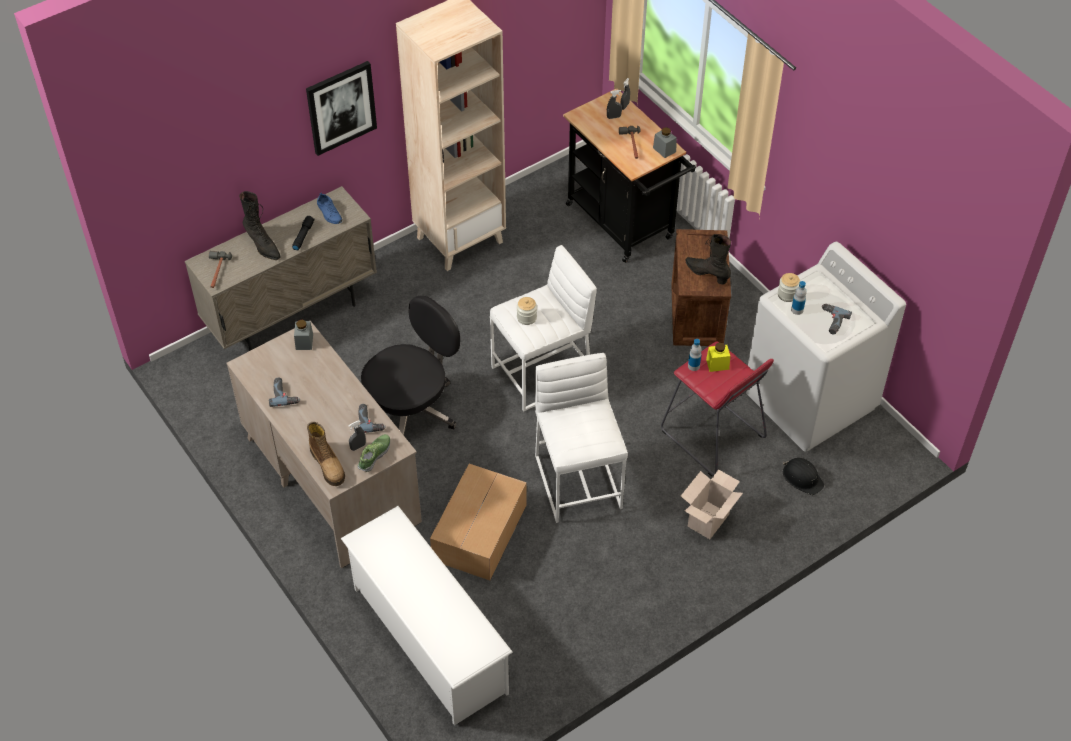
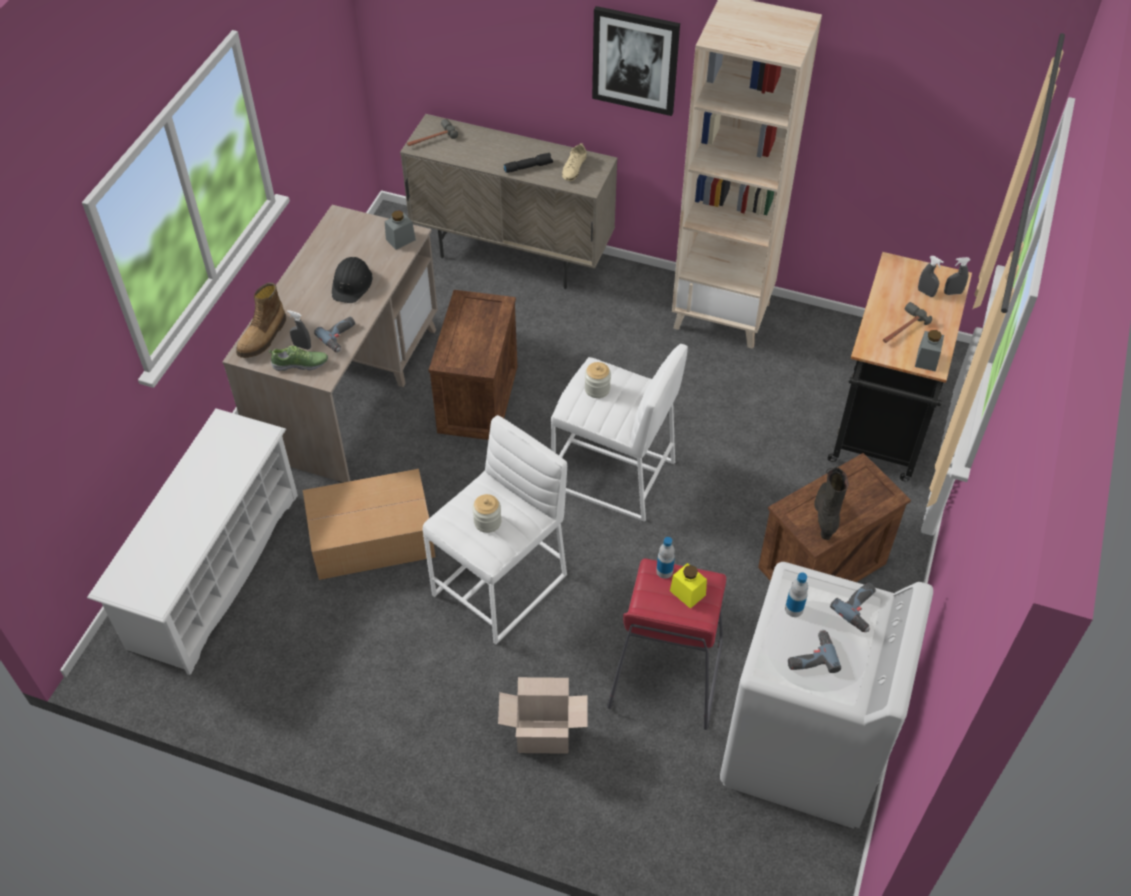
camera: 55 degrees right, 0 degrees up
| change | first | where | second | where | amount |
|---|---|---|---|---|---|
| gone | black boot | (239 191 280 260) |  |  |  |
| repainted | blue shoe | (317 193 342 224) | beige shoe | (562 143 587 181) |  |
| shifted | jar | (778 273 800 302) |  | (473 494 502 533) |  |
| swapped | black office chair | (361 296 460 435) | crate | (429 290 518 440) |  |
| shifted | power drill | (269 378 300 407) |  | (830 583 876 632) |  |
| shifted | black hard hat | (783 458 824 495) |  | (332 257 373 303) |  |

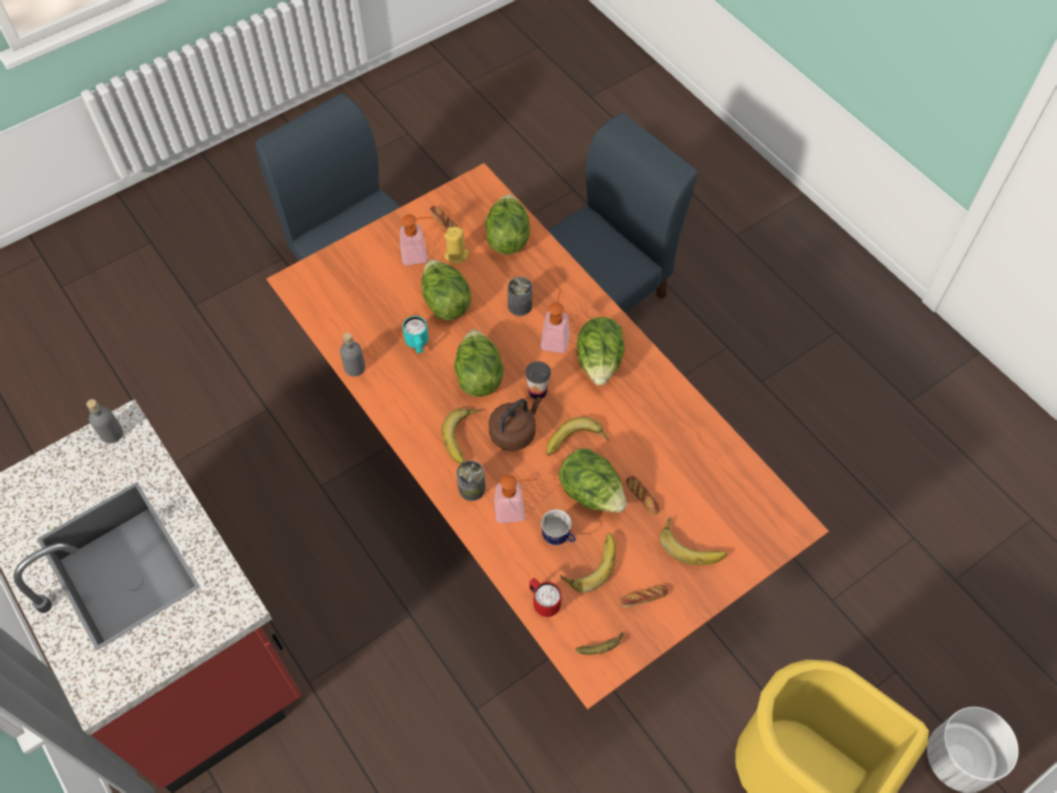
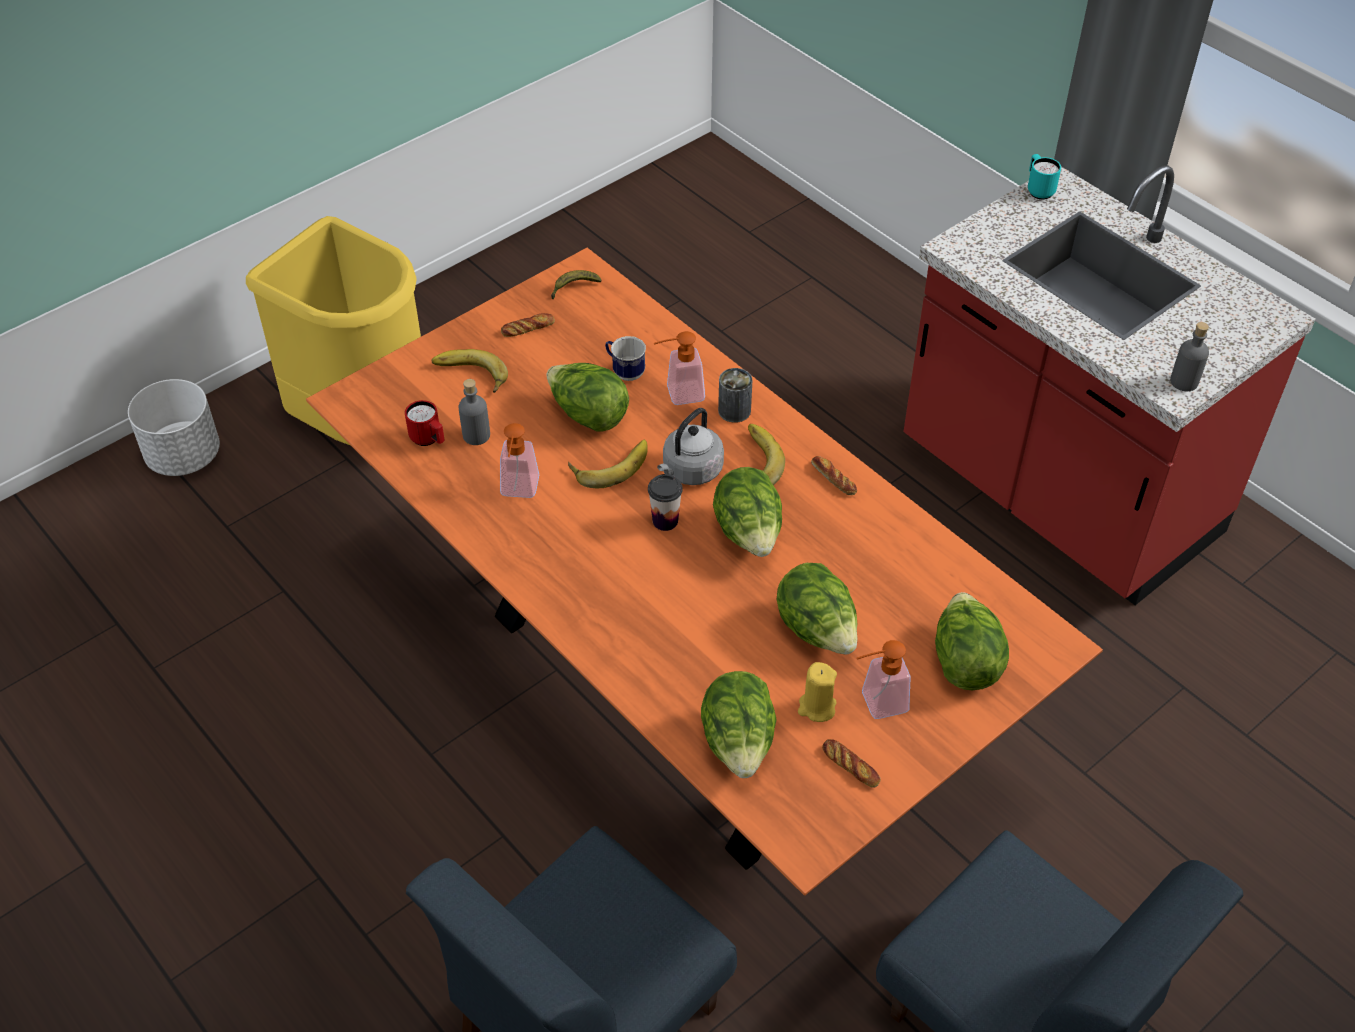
camera: 175 degrees right, 10 degrees down
| change | first | where | second | where | amount |
|---|---|---|---|---|---|
| gone | can | (508 277 532 316) |  |  |  |
| shifted | soap dispenser | (541 289 569 353) |  | (500 423 539 498) |  |
| shifted | turquoise mug | (403 316 428 353) |  | (1028 154 1061 200) |  |
| shifted | lettuce | (577 317 625 385) |  | (935 592 1009 690) |  |
| shifted | grey bottle | (340 333 365 376) |  | (459 379 490 445) |  |
| repainted | brown kettle | (489 397 542 451) | grey kettle | (657 408 724 485) |  |
| shifted | bread | (626 476 660 515) |  | (811 456 857 495) |  |
| gone | banana | (560 533 616 592) |  |  |  |
| shifted | red mug | (529 578 562 617) |  | (405 400 445 446) |  |

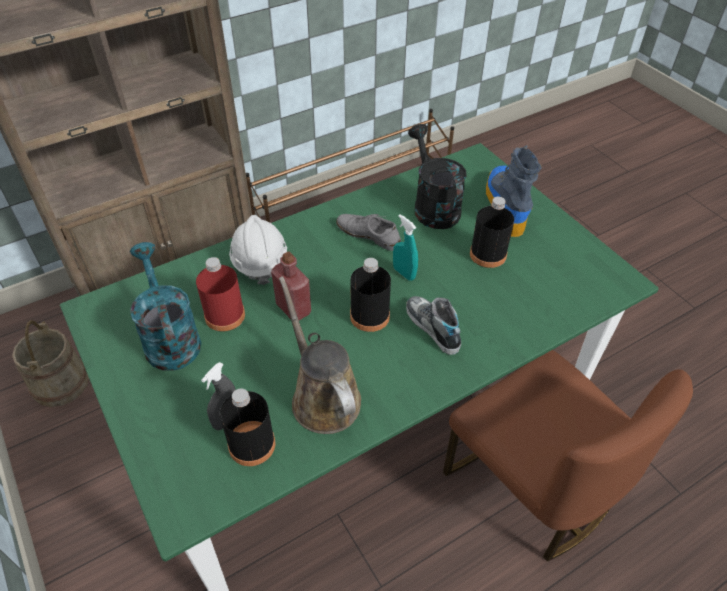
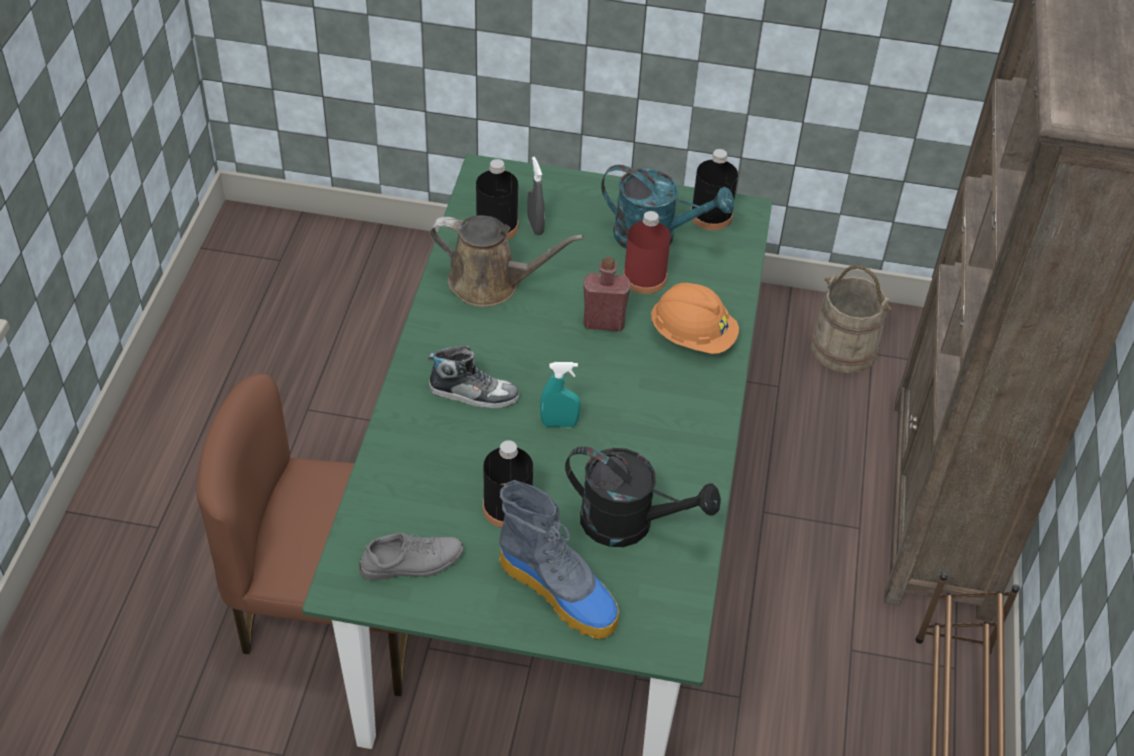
camera: 130 degrees right, 0 degrees up
| change | first | where | second | where | amount |
|---|---|---|---|---|---|
| shifted | grey shoe | (336 214 401 251) |  | (359 533 464 580) |  |
| repainted | white hard hat | (229 215 287 285) | orange hard hat | (651 283 739 354) |  |
| shifted | black bottle | (350 258 391 332) |  | (691 149 738 230) |  |

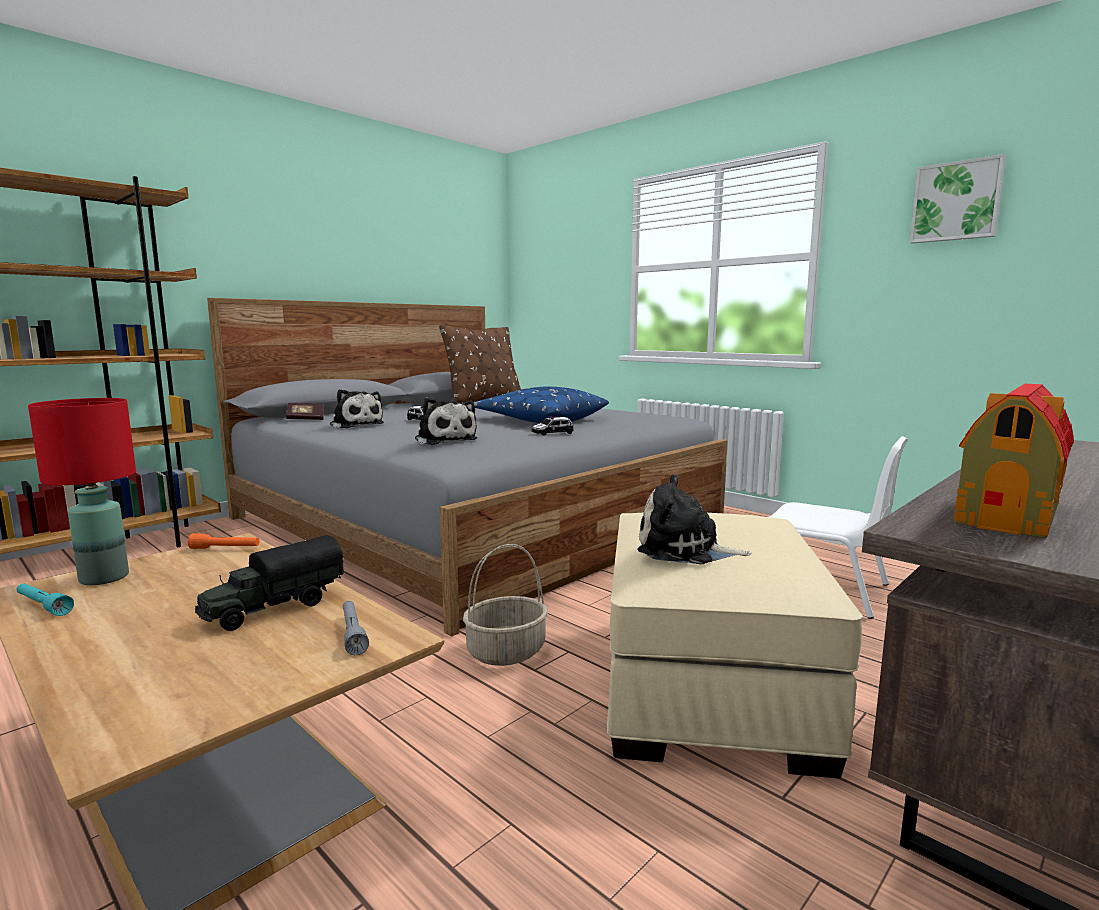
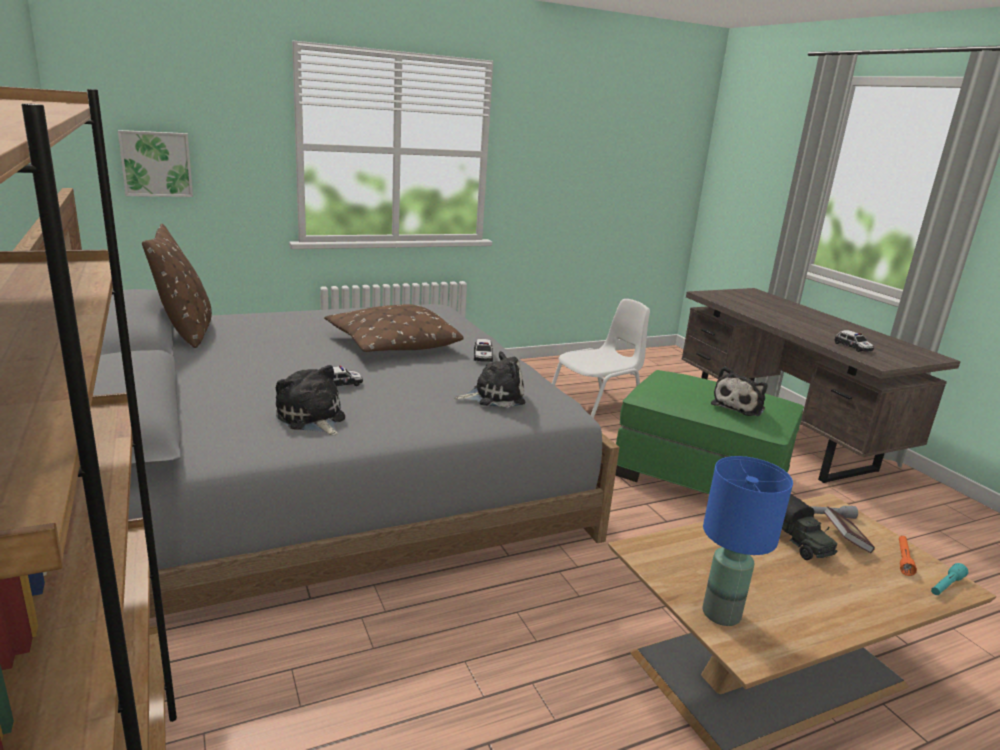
camera: 70 degrees left, 10 degrees up
| change | first | where | second | where | amount |
|---|---|---|---|---|---|
| shifted | picture | (910 154 1006 243) |  | (118 130 193 197) |  |
| swapped | toy house | (954 384 1074 538) | toy car | (834 330 874 352) |  |
| repainted | blue pillow | (473 386 609 423) | brown pillow | (324 304 464 352) |  |
| rotated | plush toy | (330 389 384 428) |  | (276 365 345 435) | 105 degrees counterclockwise |
| repainted | red table lamp | (28 398 136 585) | blue table lamp | (703 456 793 626) |  |
| shifted | book | (286 403 324 420) |  | (823 506 875 553) |  |
| repainted | beige ottoman | (607 513 863 778) | green ottoman | (615 370 804 494) |  |
| shifted | orange flashlight | (188 533 259 549) |  | (899 536 917 576) |  |
| gone | basket | (463 544 548 666) |  |  |  |
| shifted | turquoise flashlight | (16 584 74 616) |  | (931 563 968 595) |  |

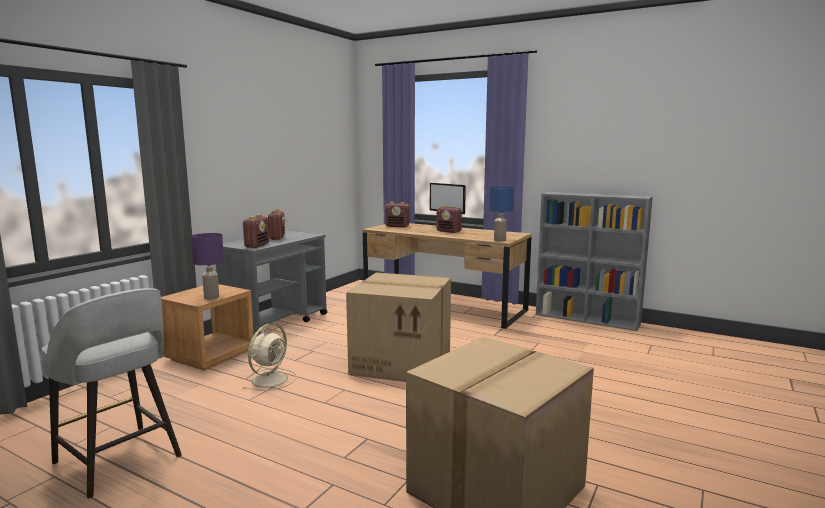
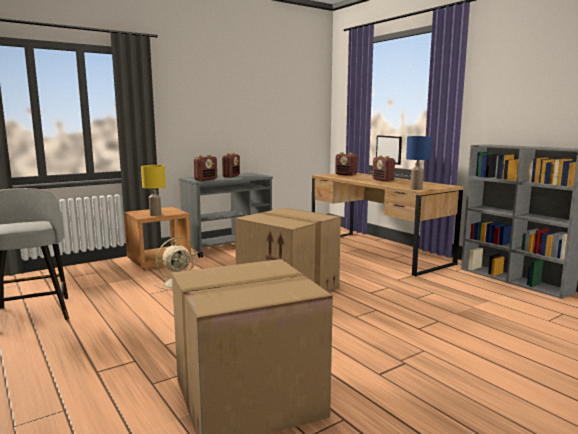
camera: 25 degrees right, 0 degrees up
| change | first | where | second | where | amount |
|---|---|---|---|---|---|
| repainted | purple table lamp | (191 233 224 300) | yellow table lamp | (141 165 166 216) |  |

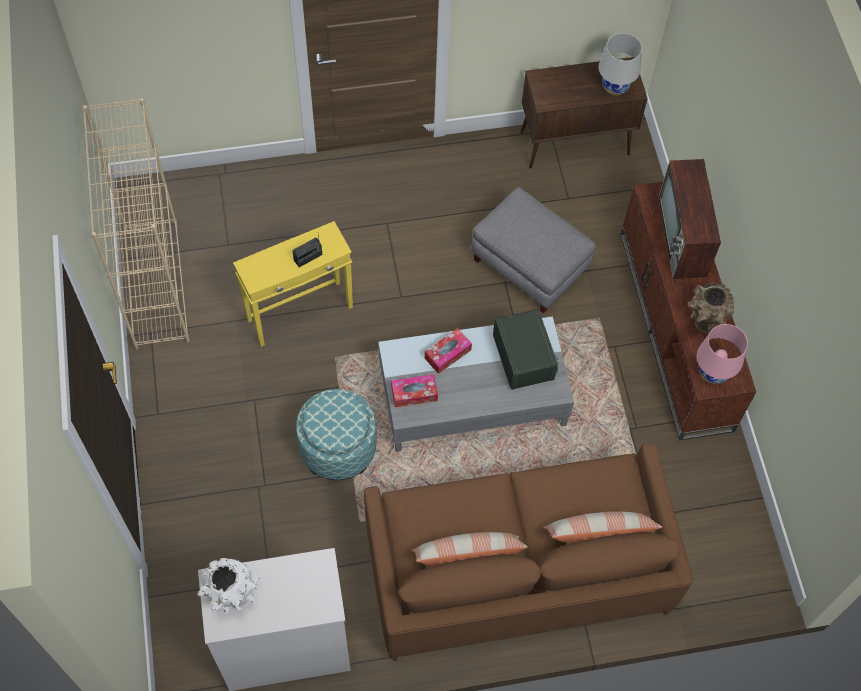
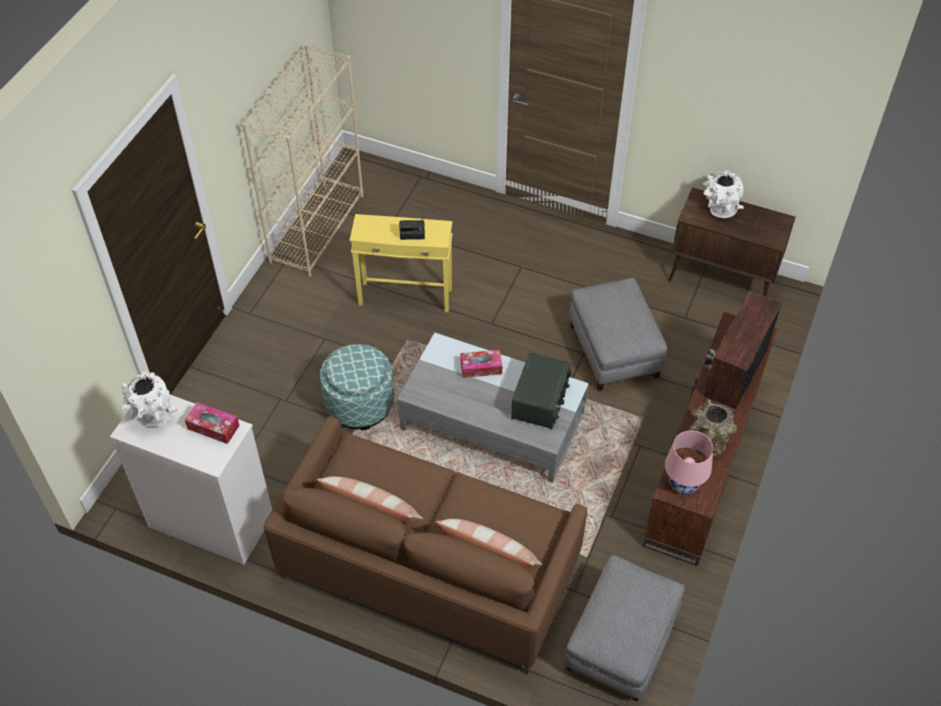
camera: 35 degrees right, 10 degrees down
| change | first | where | second | where | amount |
|---|---|---|---|---|---|
| gone | white table lamp | (599 33 642 96) |  |  |  |
| shifted | tissue box | (391 374 438 407) |  | (185 402 240 444) |  |
| new |  |  | white vase | (703 170 744 218) |  |
| new |  |  | grey ottoman | (564 555 685 702) |  |

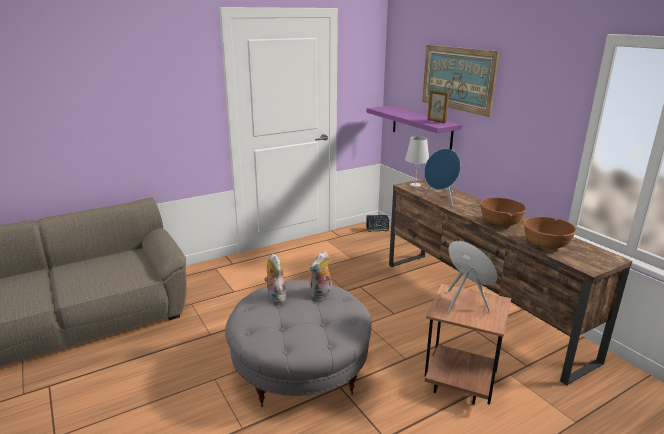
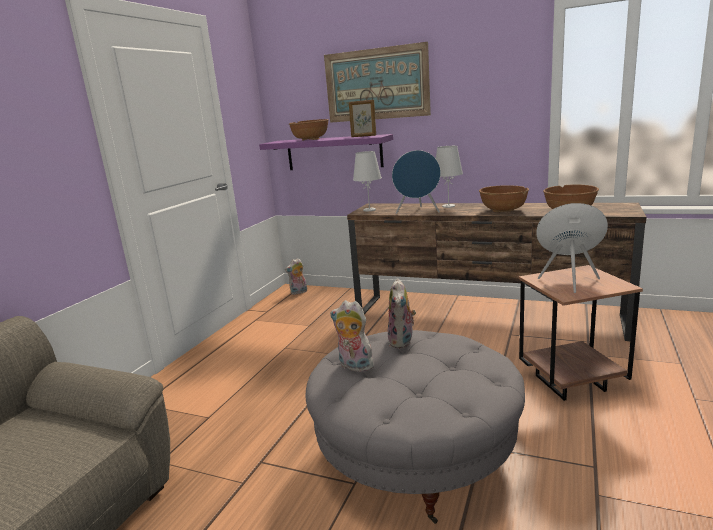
camera: 35 degrees left, 5 degrees down
| change | first | where | second | where | amount |
|---|---|---|---|---|---|
| swapped | speaker | (366 215 389 232) | plush toy | (285 258 307 295) |  |
| new |  |  | brown bowl | (289 119 329 140) |  |
| new |  |  | white table lamp | (436 146 463 208) |  |

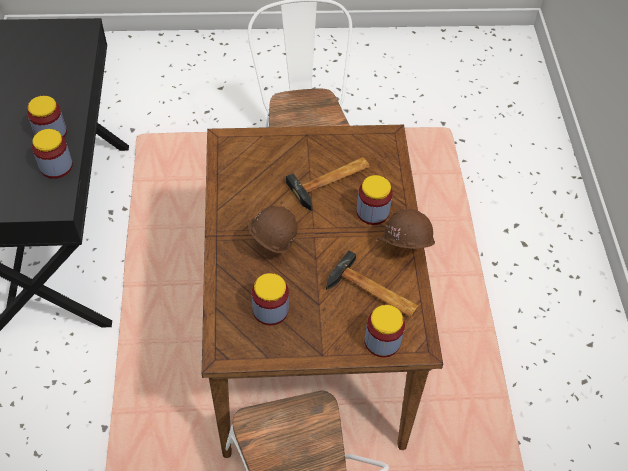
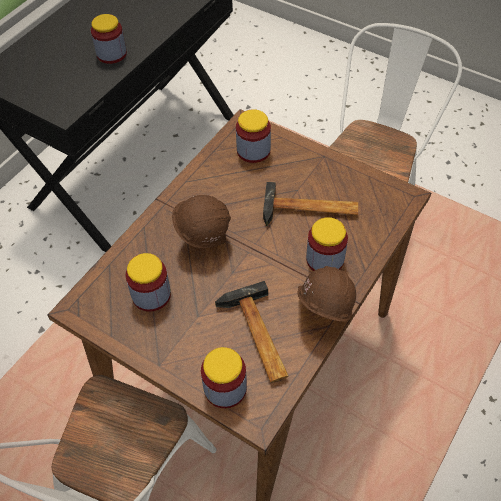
camera: 40 degrees right, 0 degrees up
| change | first | where | second | where | amount |
|---|---|---|---|---|---|
| shifted | jar | (32 129 73 179) |  | (236 109 271 163) |  |

